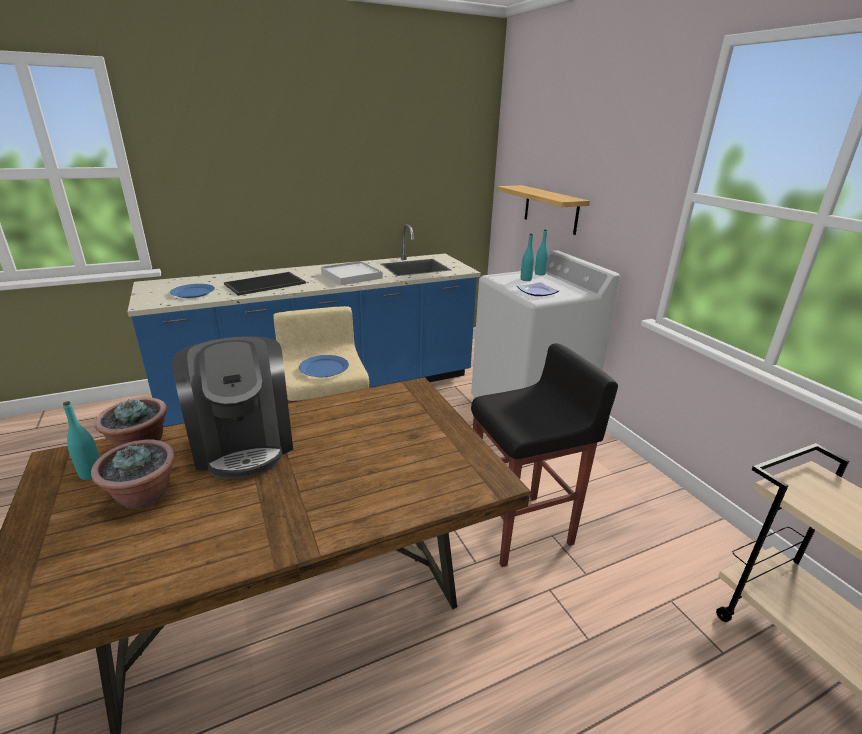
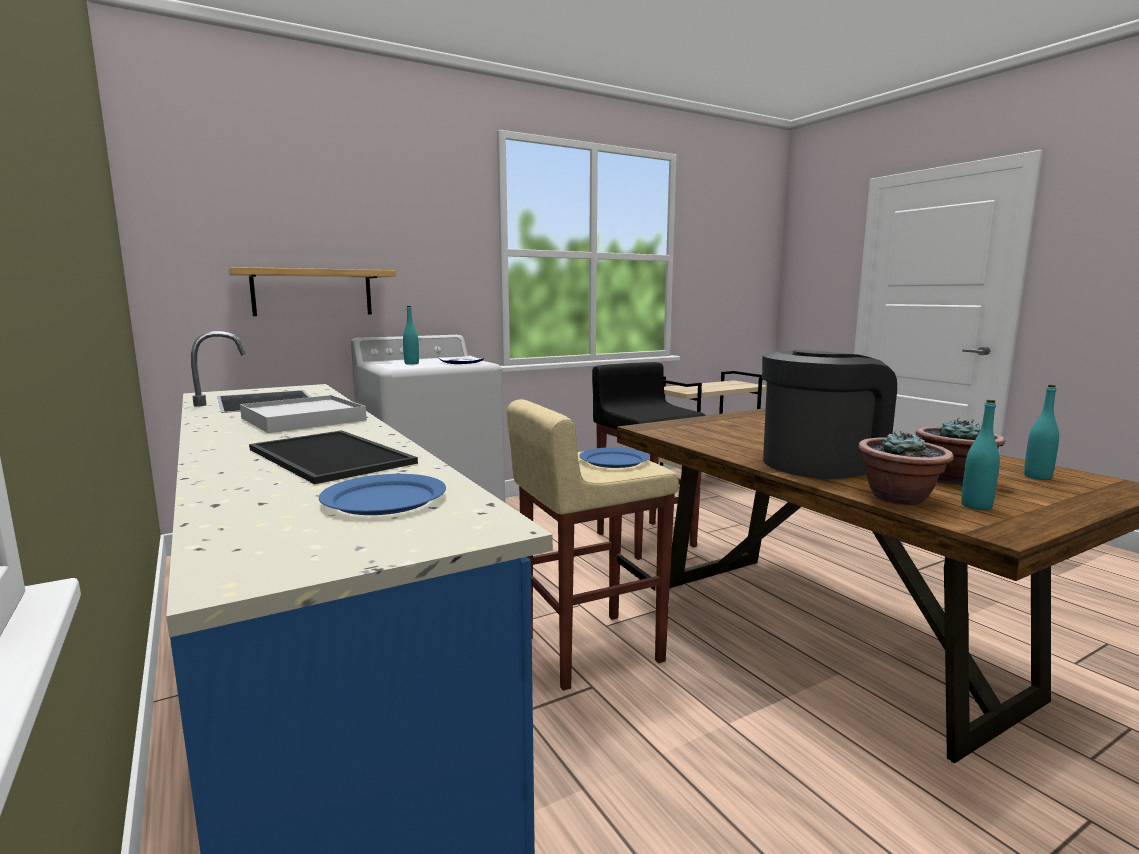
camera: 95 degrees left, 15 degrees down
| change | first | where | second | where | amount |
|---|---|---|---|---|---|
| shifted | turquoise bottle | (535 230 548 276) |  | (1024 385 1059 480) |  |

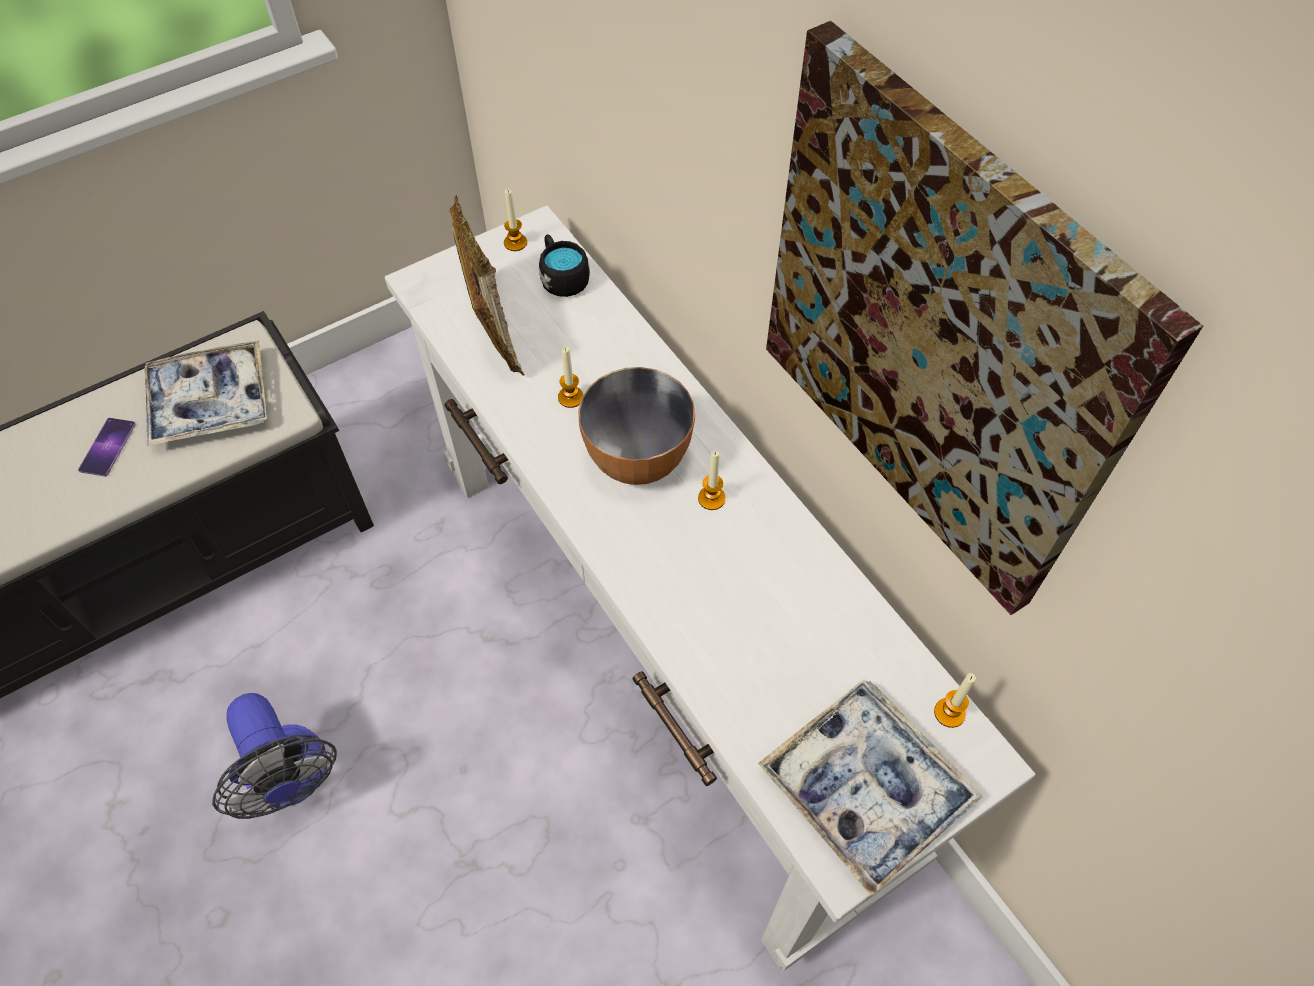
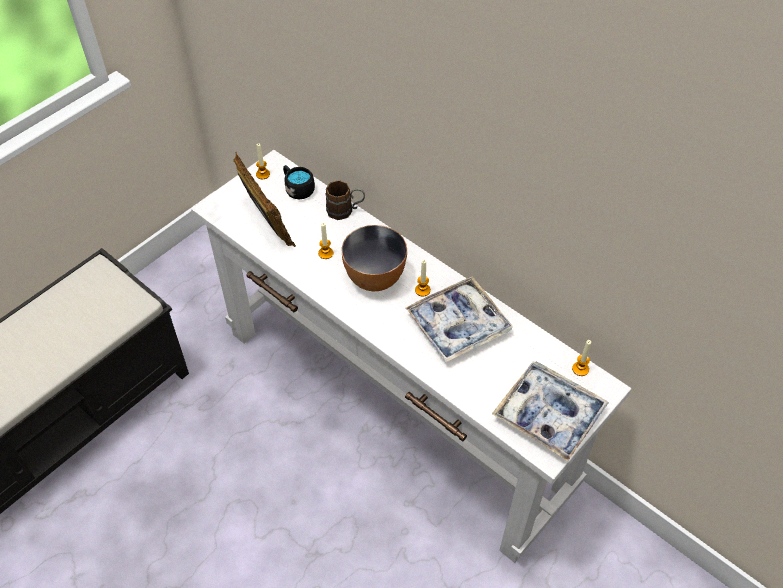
camera: 15 degrees left, 5 degrees down
| change | first | where | second | where | amount |
|---|---|---|---|---|---|
| gone | picture | (766 21 1203 615) |  |  |  |
| shifted | tray | (145 340 267 446) |  | (406 276 513 363) |  |
| gone | phone | (78 418 136 477) |  |  |  |
| gone | fan | (212 693 337 819) |  |  |  |
| new |  |  | brown mug | (325 180 365 220) |  |

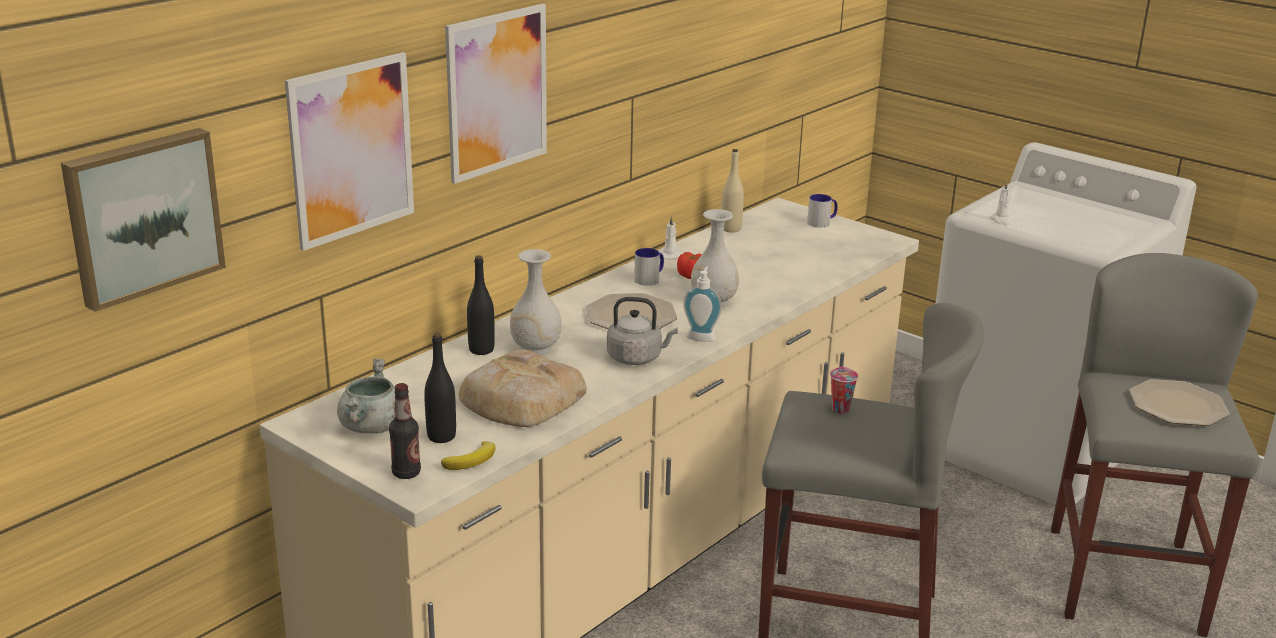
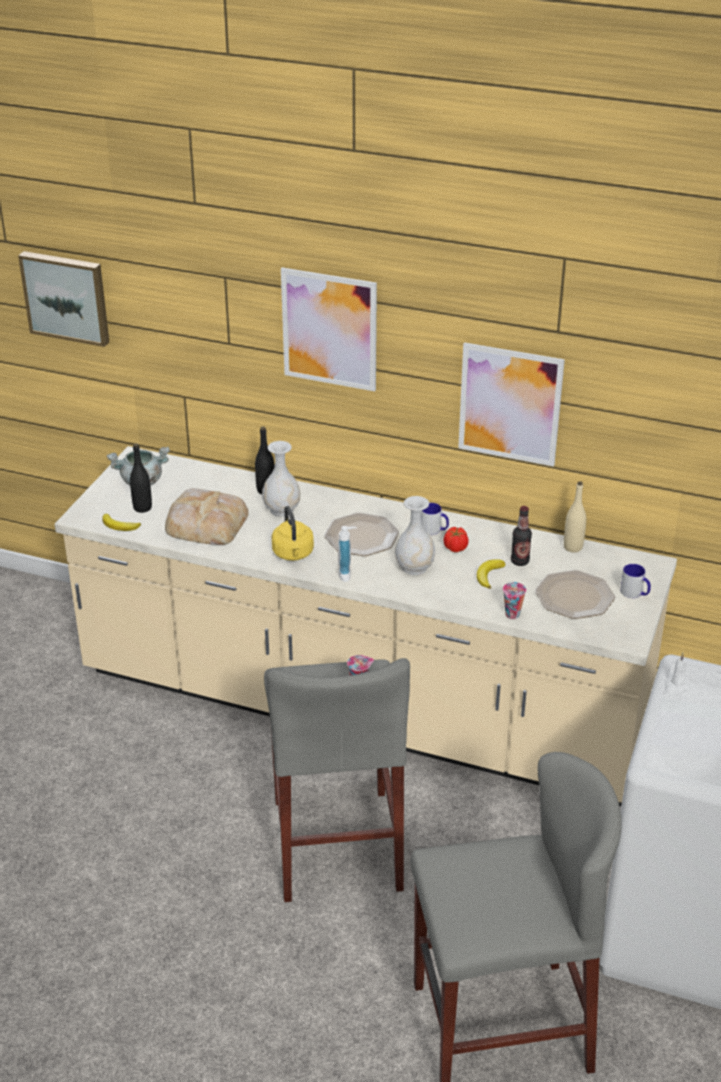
camera: 70 degrees right, 10 degrees up
| change | first | where | second | where | amount |
|---|---|---|---|---|---|
| shifted | picture | (285 52 414 251) |  | (458 342 565 467) |  |
| gone | white candle | (659 216 682 260) |  |  |  |
| repainted | grey kettle | (607 297 678 365) | yellow kettle | (272 506 314 561) |  |
| shifted | plate | (1129 379 1229 426) |  | (535 570 615 619) |  |
| shifted | bottle | (389 383 421 479) |  | (511 506 532 566) |  |
| new |  |  | banana | (477 559 505 589) |  |
| new |  |  | cup | (503 582 526 619) |  |

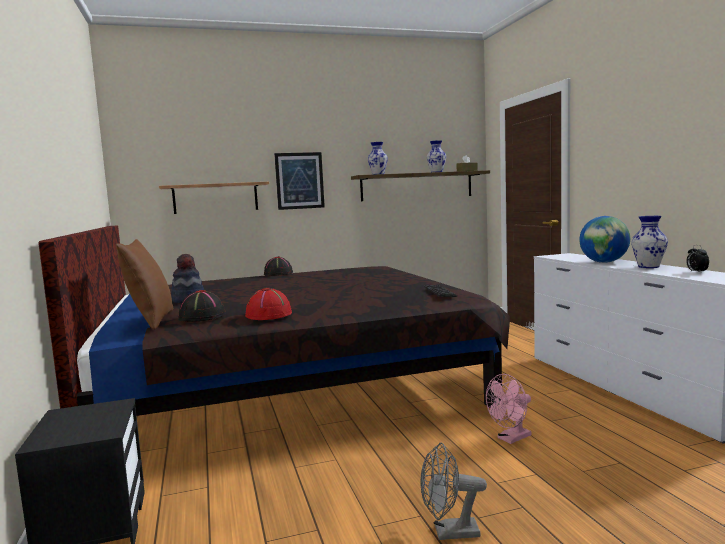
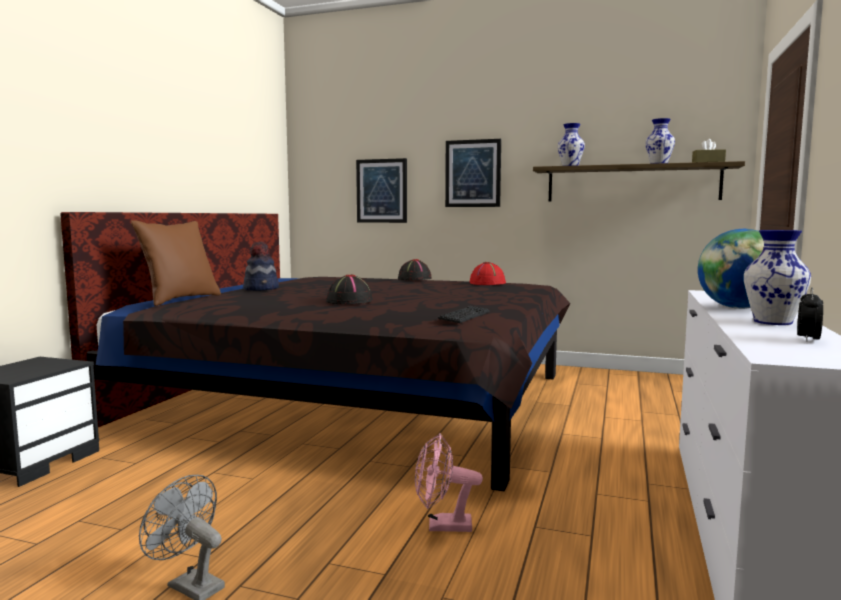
camera: 35 degrees right, 0 degrees up
| change | first | where | second | where | amount |
|---|---|---|---|---|---|
| swapped | shelf | (159 182 269 214) | picture | (356 158 407 223) |  |
| shifted | red hat | (245 288 292 320) |  | (470 262 506 285) |  |
| shifted | black hat | (178 290 226 322) |  | (326 274 373 304) |  |

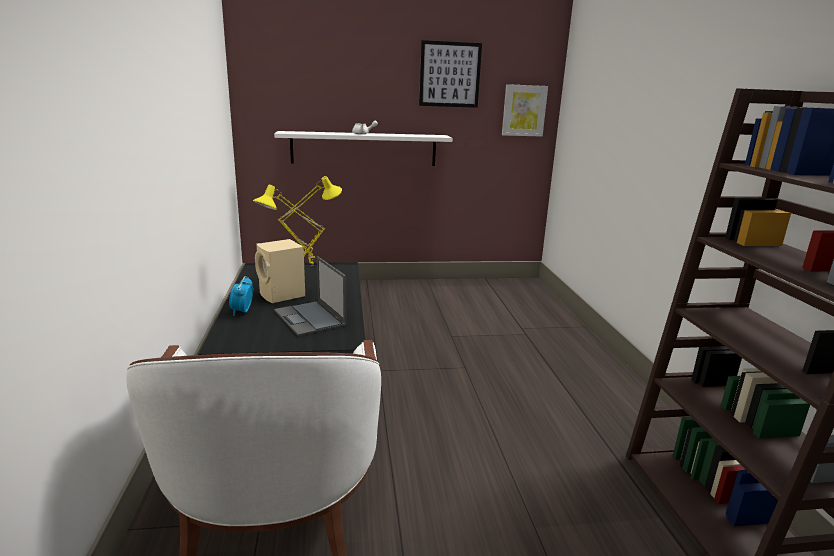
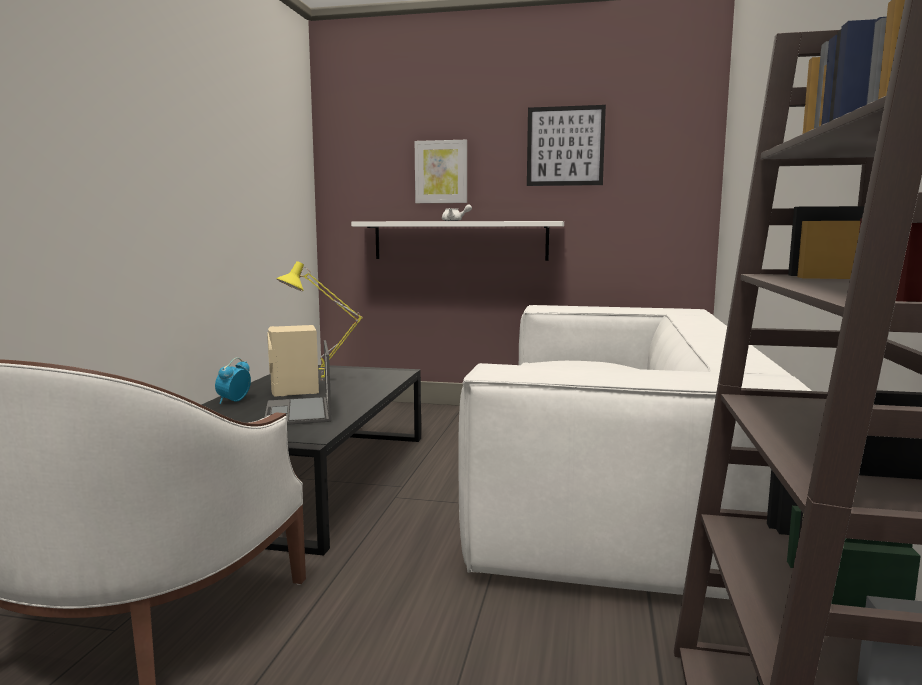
camera: 20 degrees right, 10 degrees down
| change | first | where | second | where | amount |
|---|---|---|---|---|---|
| shifted | picture | (502 84 548 136) |  | (415 140 467 203) |  |
| gone | yellow table lamp | (278 176 342 266) |  |  |  |
| new |  |  | white sofa | (458 305 812 599) |  |

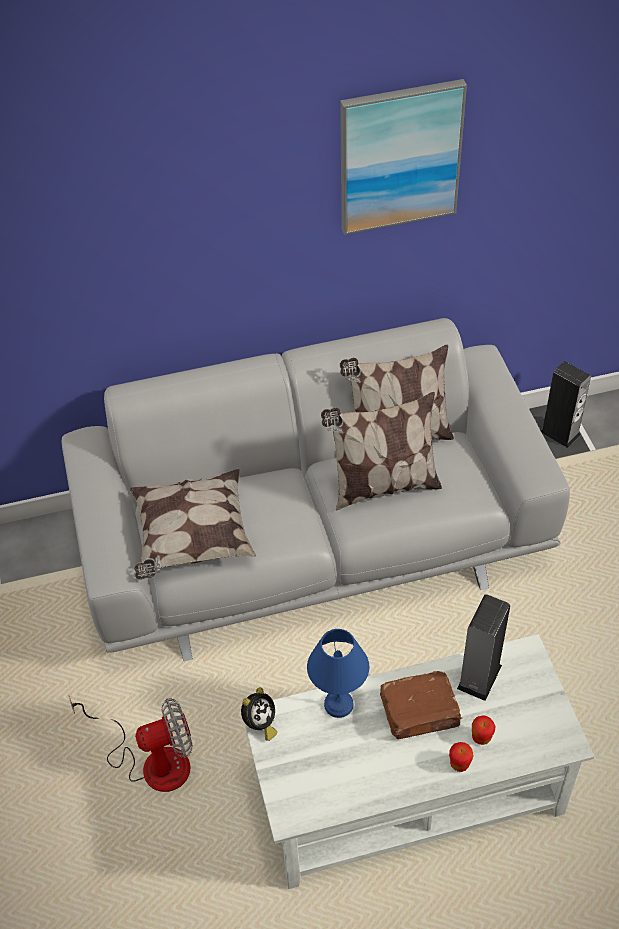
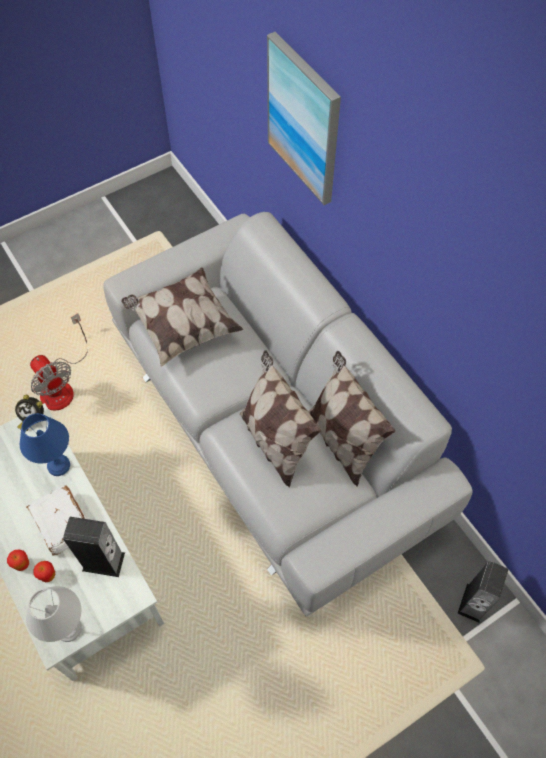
camera: 70 degrees right, 10 degrees up
| change | first | where | second | where | amount |
|---|---|---|---|---|---|
| shifted | picture | (340 79 467 235) |  | (267 32 341 205) |  |
| repainted | brown book | (380 671 462 739) | white book | (26 485 86 556) |  |
| new |  |  | white table lamp | (26 586 82 642) |  |

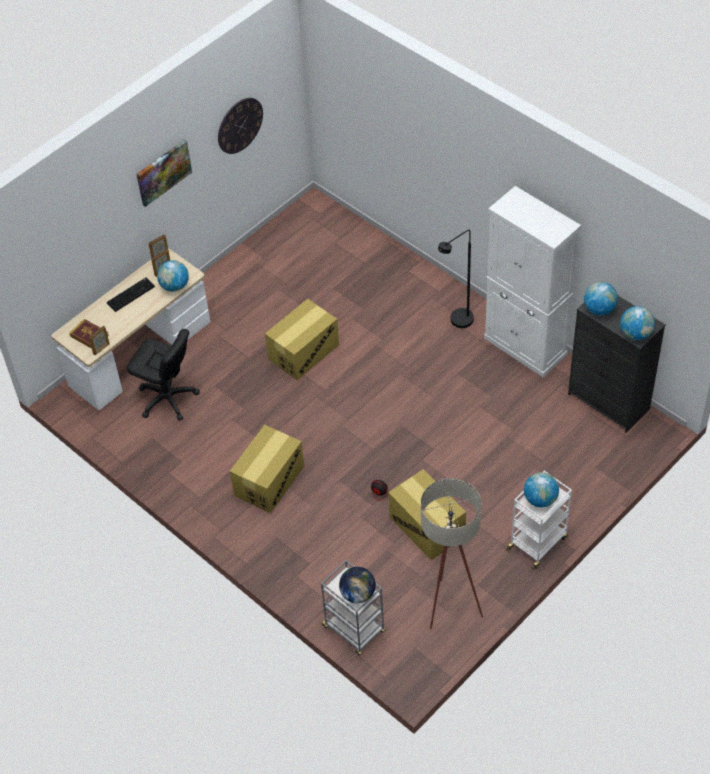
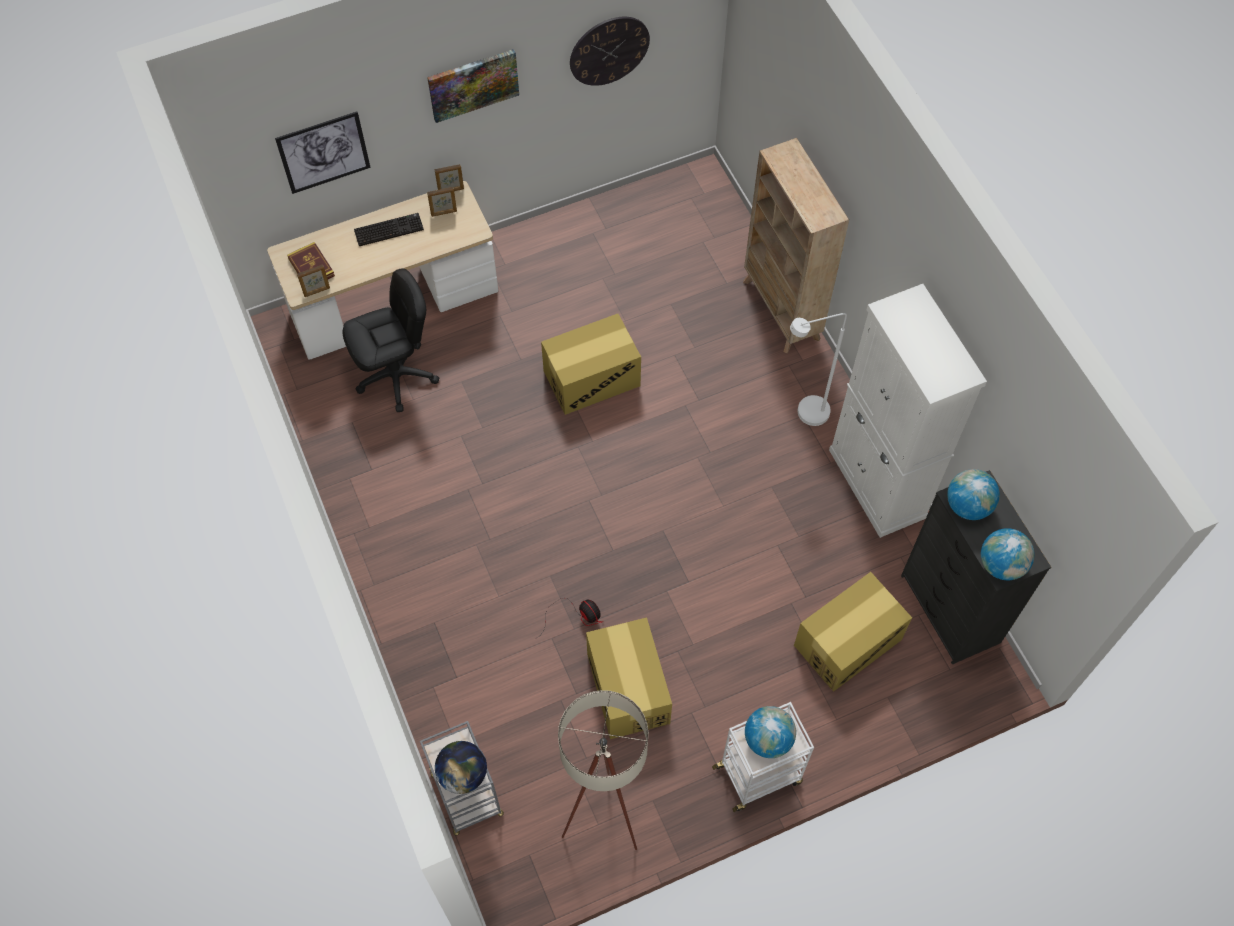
camera: 20 degrees right, 10 degrees up
| change | first | where | second | where | amount |
|---|---|---|---|---|---|
| repainted | black floor lamp | (438 230 474 328) | white floor lamp | (790 313 847 426) |  |
| gone | globe | (157 260 189 292) |  |  |  |
| rotated | black office chair | (127 329 200 421) |  | (343 269 439 412) | 75 degrees counterclockwise |
| shifted | cardboard box | (230 425 304 513) |  | (794 572 912 692) |  |
| new |  |  | picture | (275 111 371 194) |  |
| new |  |  | beige bookcase | (743 138 849 353) |  |

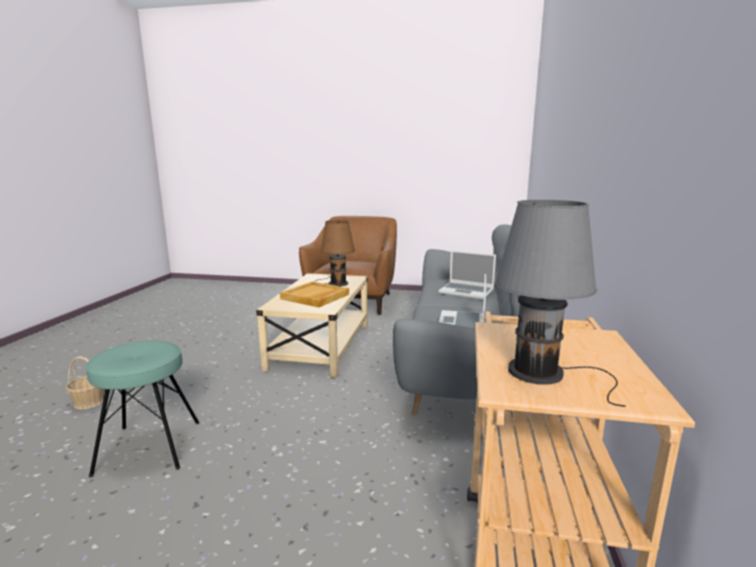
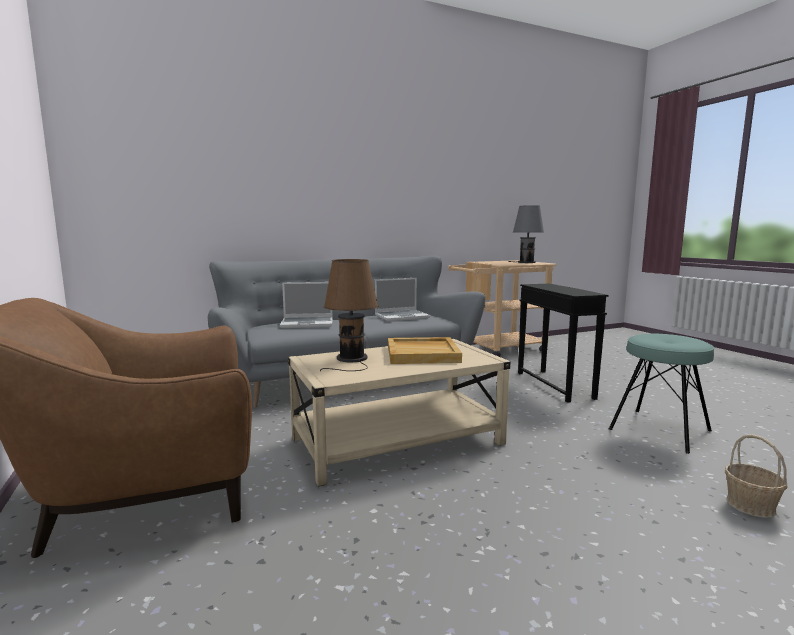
camera: 125 degrees left, 5 degrees down
| change | first | where | second | where | amount |
|---|---|---|---|---|---|
| rotated | laptop | (438 250 496 300) |  | (280 282 333 328) | 90 degrees clockwise |
| new |  |  | black side table | (518 284 609 403) |  |

